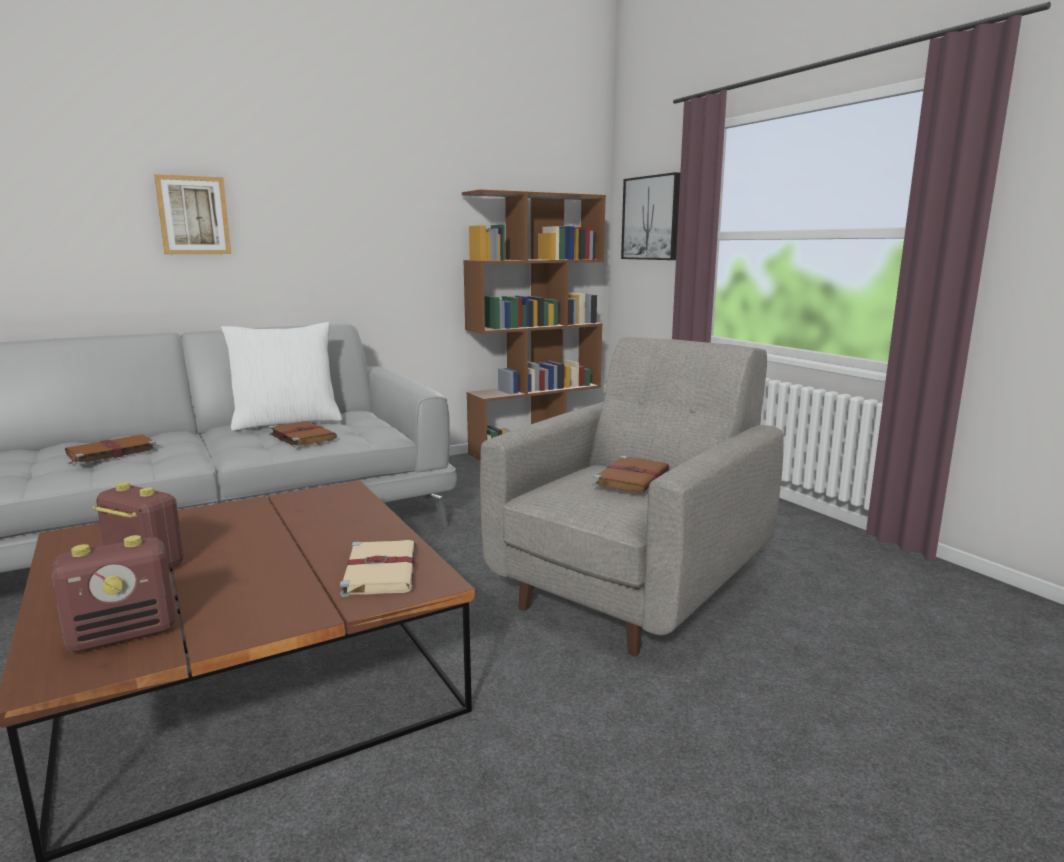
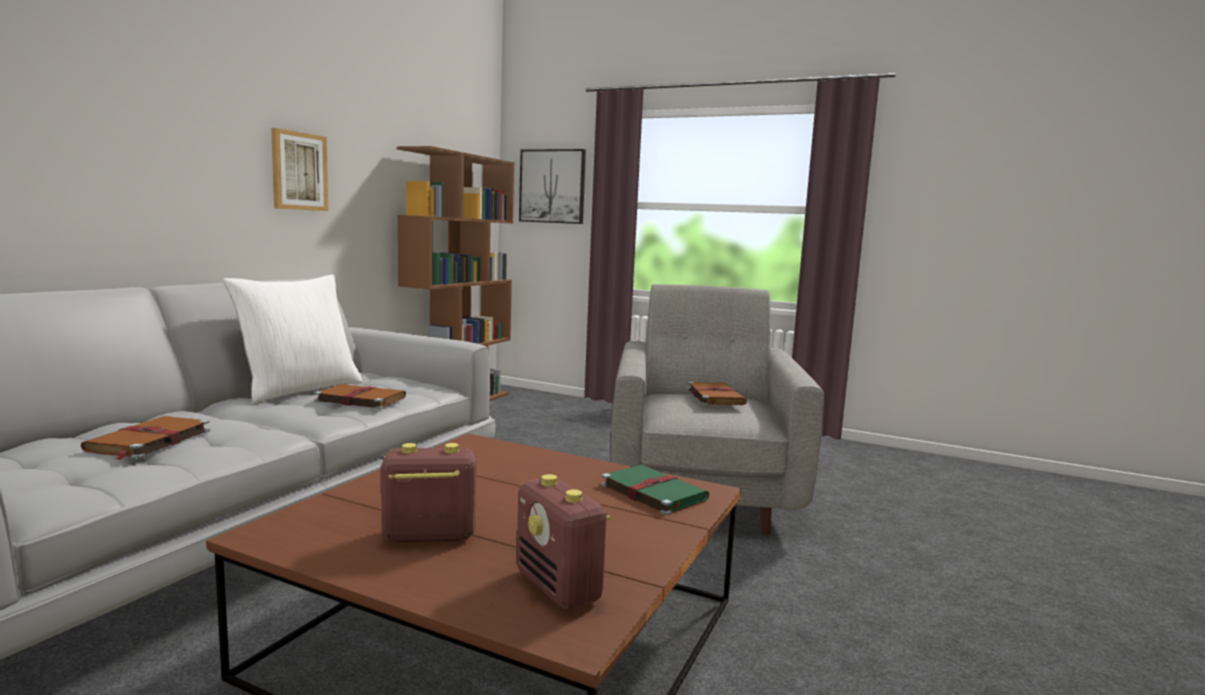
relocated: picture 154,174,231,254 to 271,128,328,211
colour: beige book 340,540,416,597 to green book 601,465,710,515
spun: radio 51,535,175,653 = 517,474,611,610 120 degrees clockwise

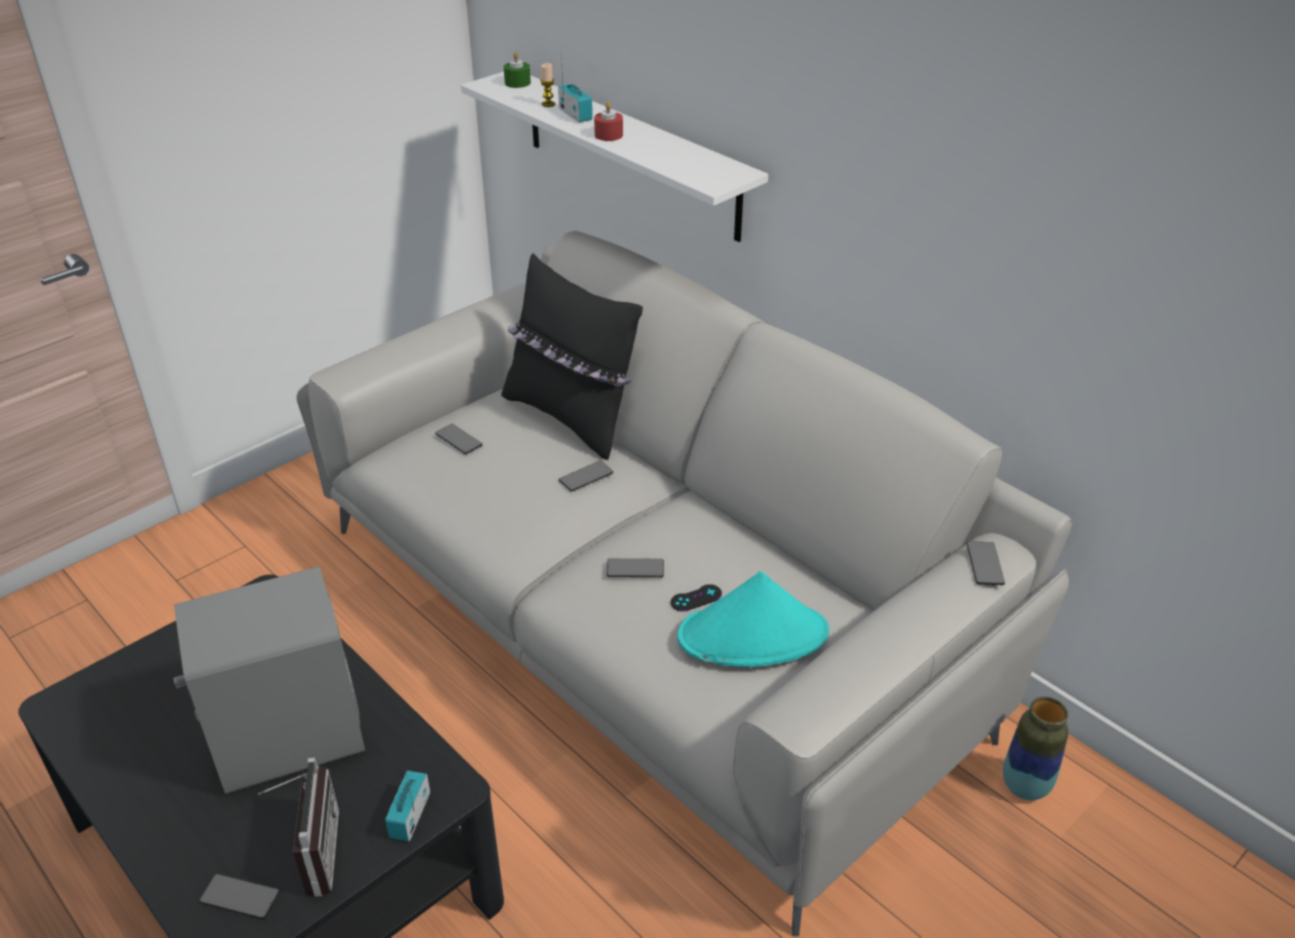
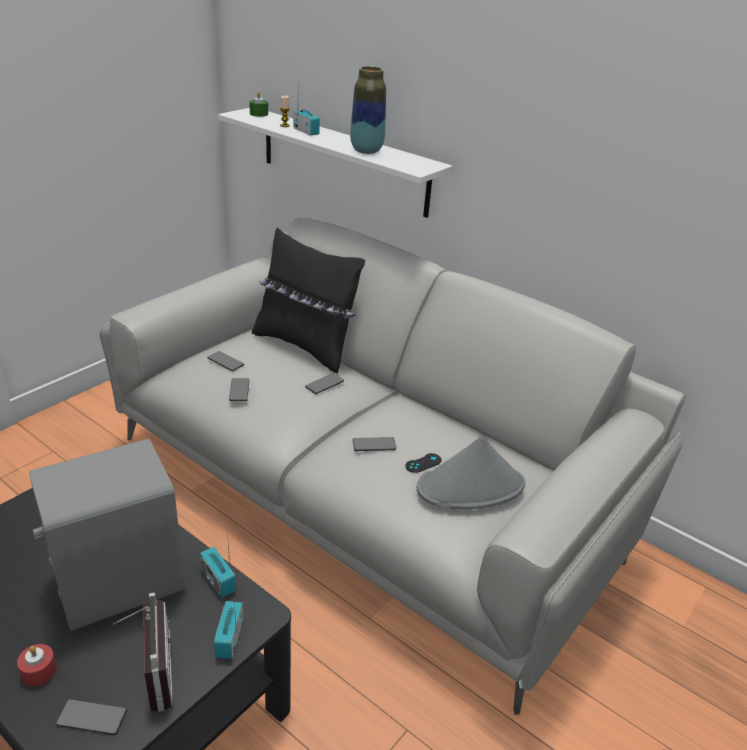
appeared: radio 200,543,236,598
relocated: red candle 594,102,623,141 to 17,644,57,686; phone 967,541,1005,585 to 229,378,249,401; vase 1003,697,1069,800 to 350,66,386,154
colour: turquoise hat 677,571,829,667 to grey hat 417,436,525,509

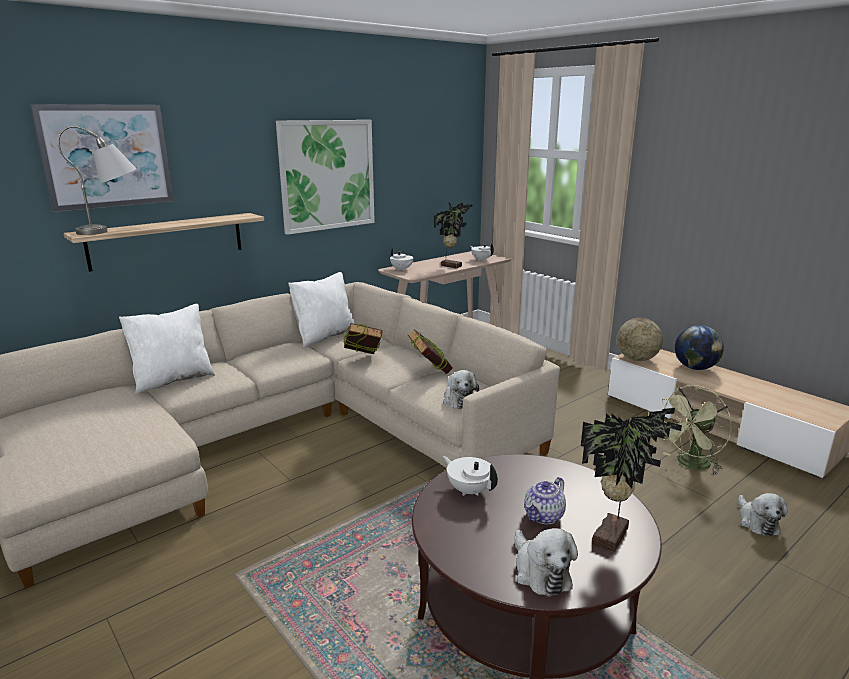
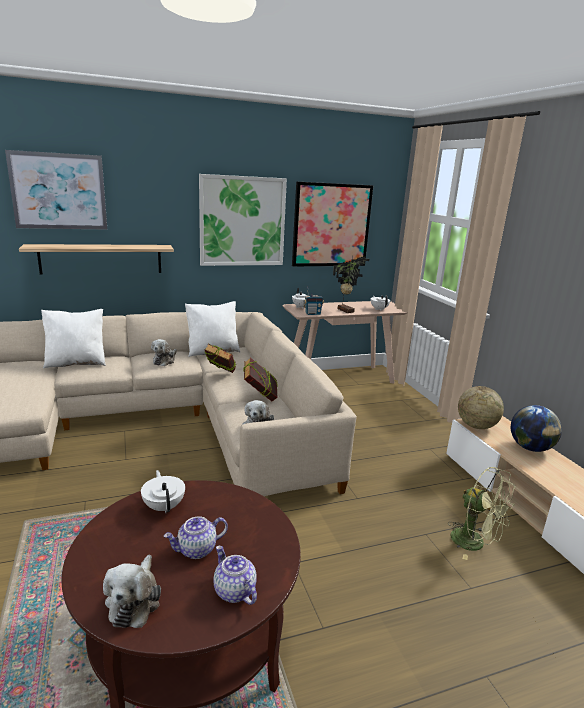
missing: grey table lamp 58,126,137,235
appeared: picture 292,181,373,266; radio 303,287,324,315
relocated: plush toy 738,493,788,536 to 151,339,177,366
exchanged: potted plant 581,408,682,552 to teapot 213,546,257,605
spun: green fan 662,385,732,475 = 448,467,516,560 120 degrees counterclockwise

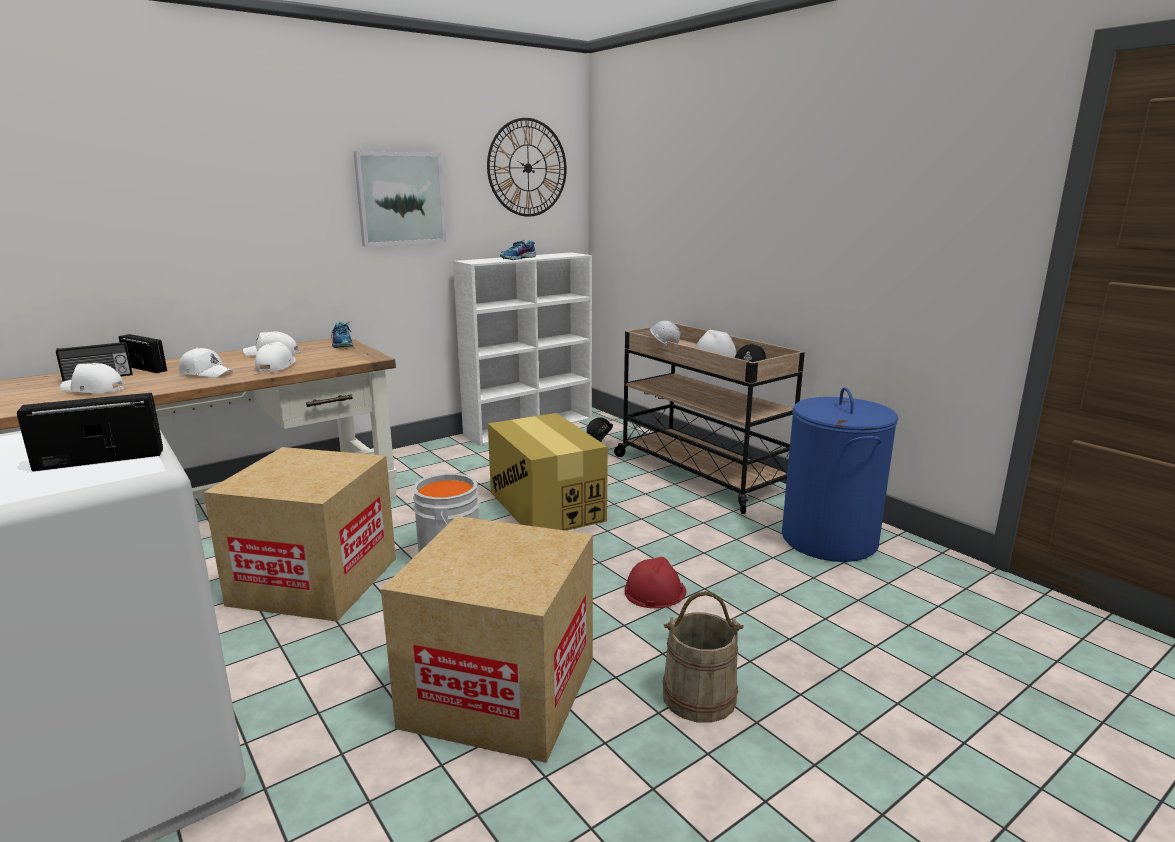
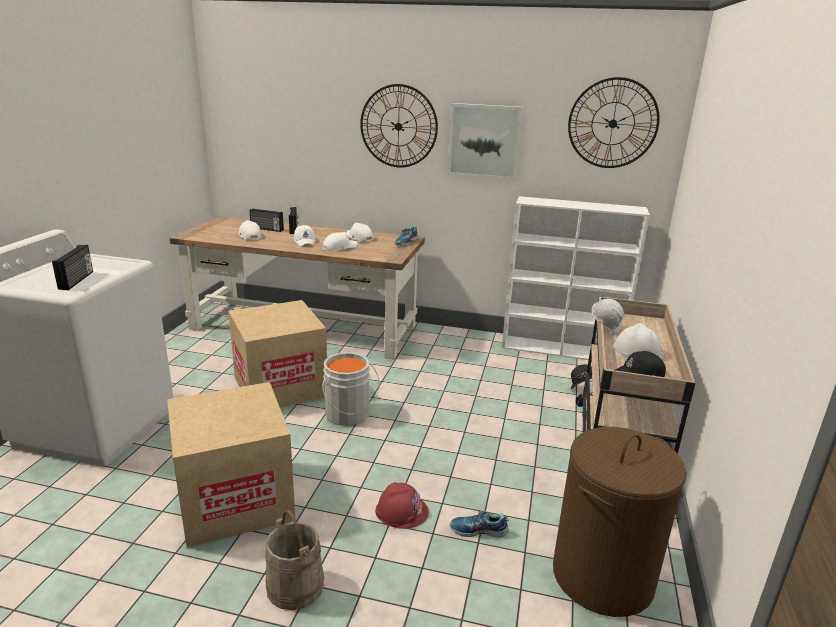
missing: cardboard box 488,413,608,531
appeared: wall clock 360,84,438,168
relocated: shoe 500,240,536,260 to 450,511,509,537
colour: blue laundry basket 782,387,898,562 to brown laundry basket 553,427,687,617
spun: radio 17,393,163,471 = 52,245,93,290 60 degrees clockwise

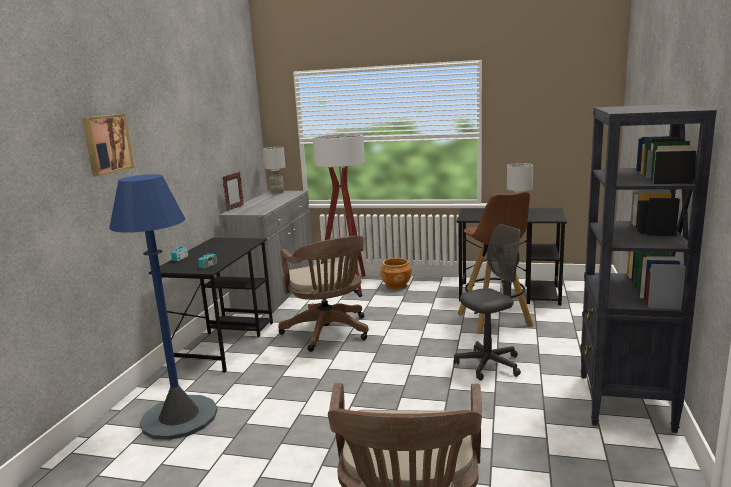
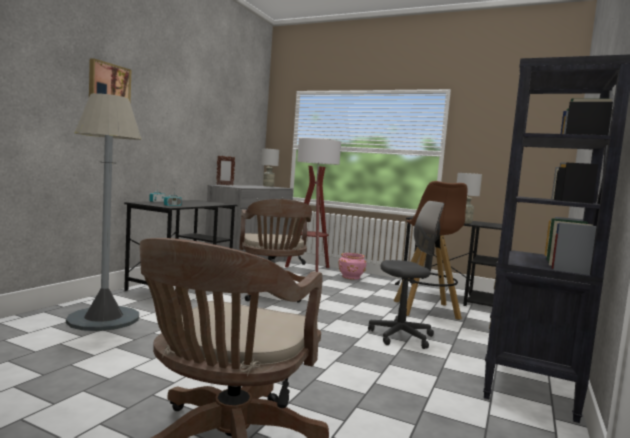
colour: blue floor lamp 109,174,217,440 to grey floor lamp 66,93,142,331; brown planter 380,258,412,290 to pink planter 338,253,366,280

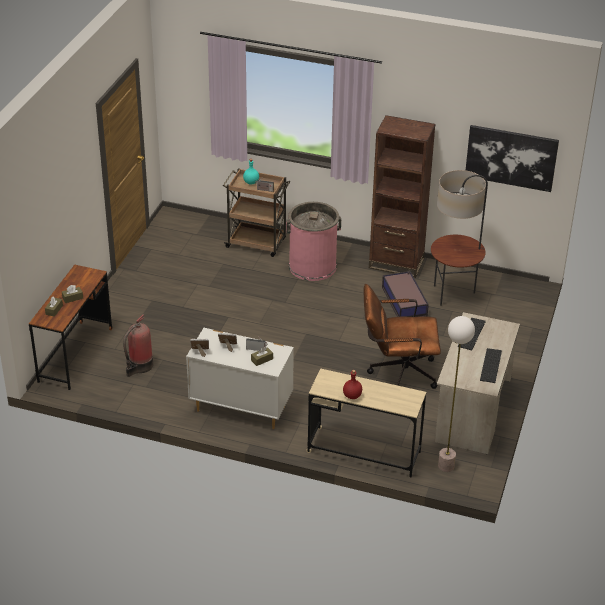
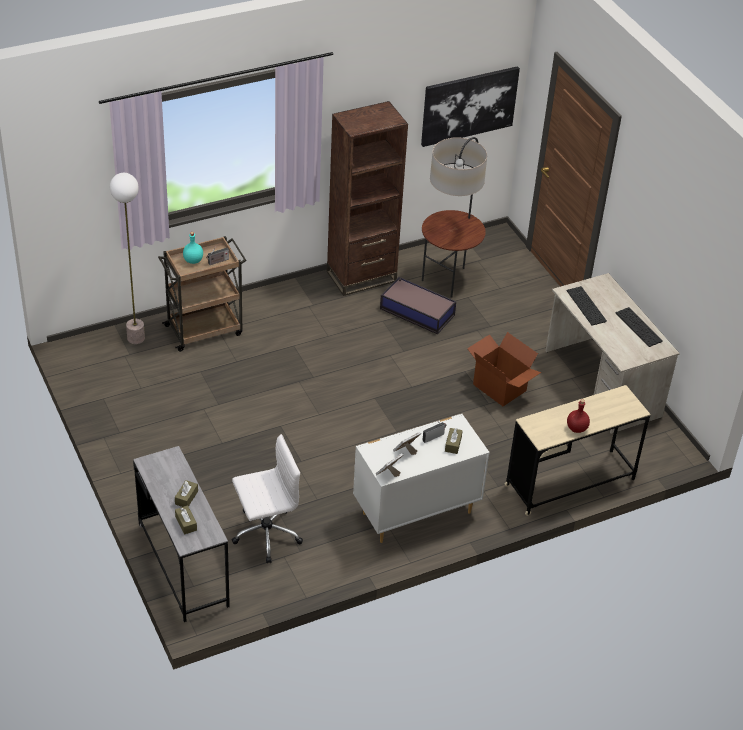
missing: pink trash can 286,202,341,281
relocated: floor lamp 438,316,475,472 to 110,173,145,344
exchanged: fire extinguisher 123,314,153,377 to white office chair 232,434,303,563; brown office chair 364,284,441,389 to cardboard box 467,332,541,406
colour: brown desk 29,265,113,390 to grey desk 133,446,230,622

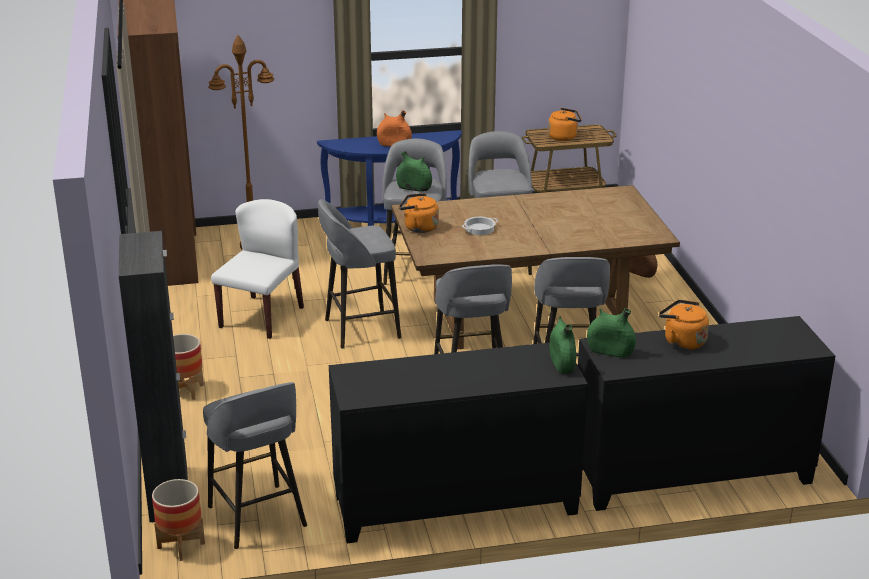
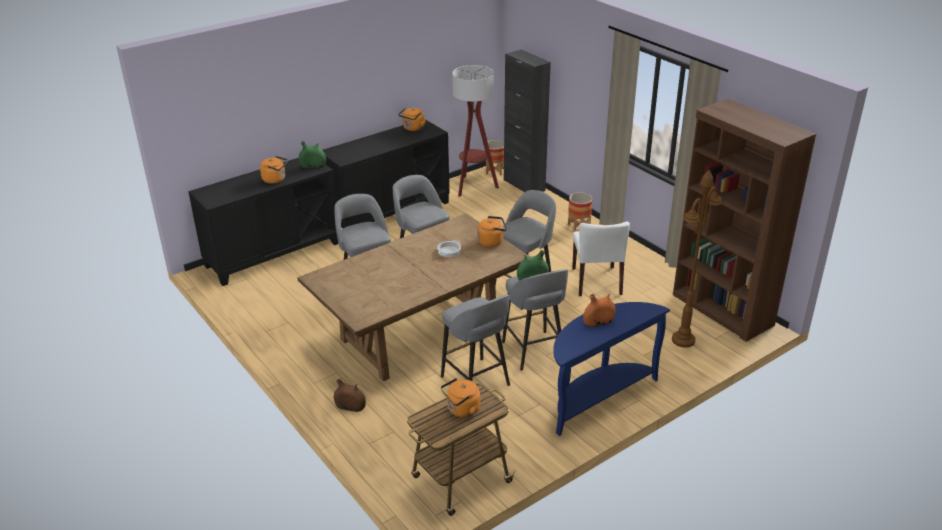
missing: green vase 549,316,576,374
appeared: orange kettle 398,108,426,131
exchanged: grey stool 203,382,307,549 to floor lamp 452,65,499,197

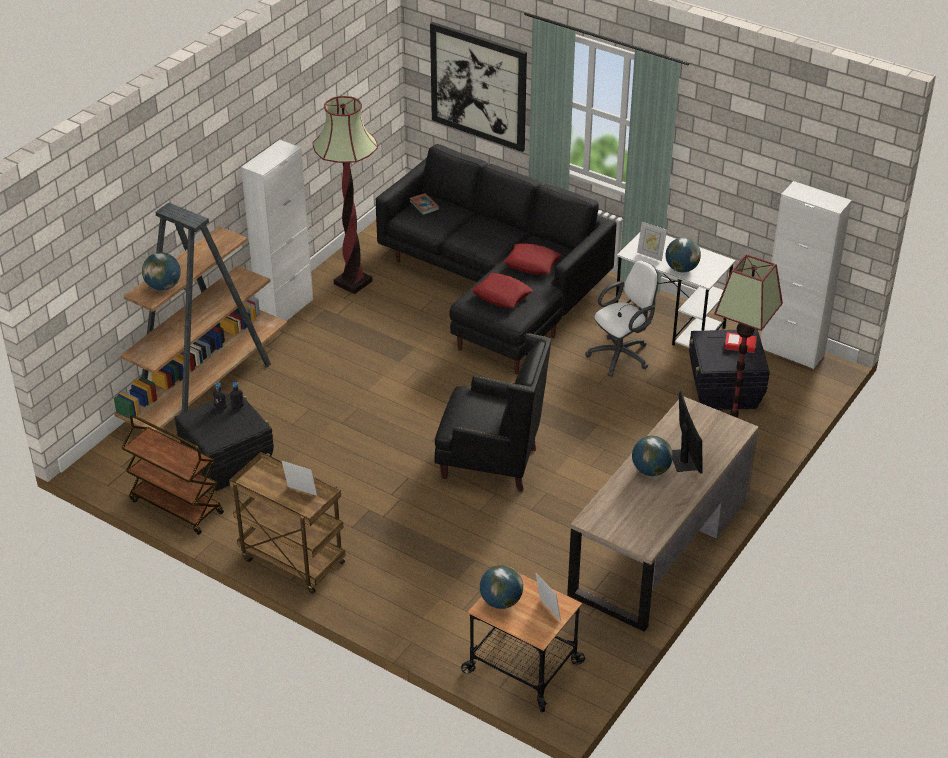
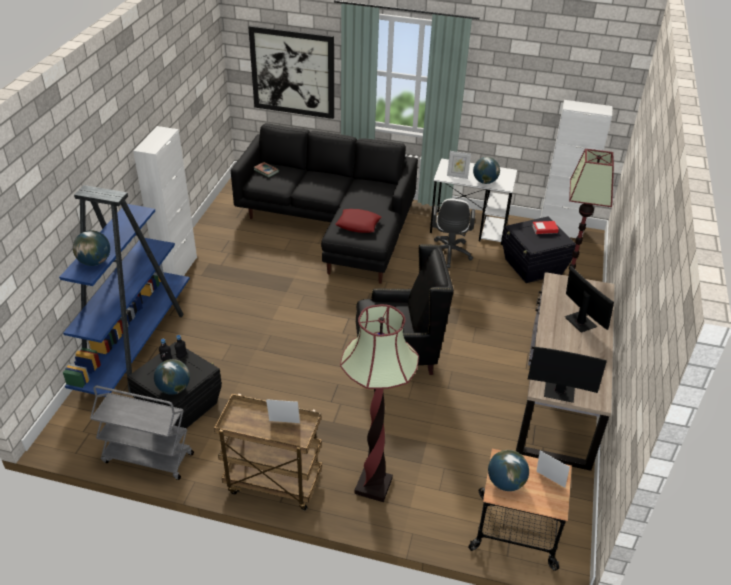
missing: red pillow 503,243,562,274
appeared: monitor 528,347,607,403
relocated: floor lamp 312,96,378,294 to 340,304,419,502; globe 632,435,673,476 to 154,359,190,395
colour: brown bookcase 114,203,288,432 to blue bookcase 59,185,190,397; brown cart 122,415,224,535 to grey cart 90,386,194,480
spun: white office chair 585,261,658,377 = 432,199,475,268 150 degrees clockwise

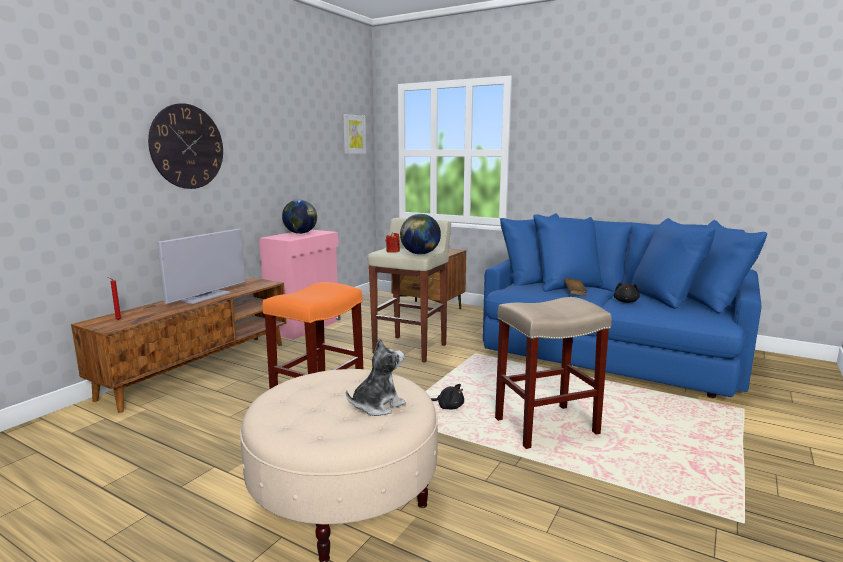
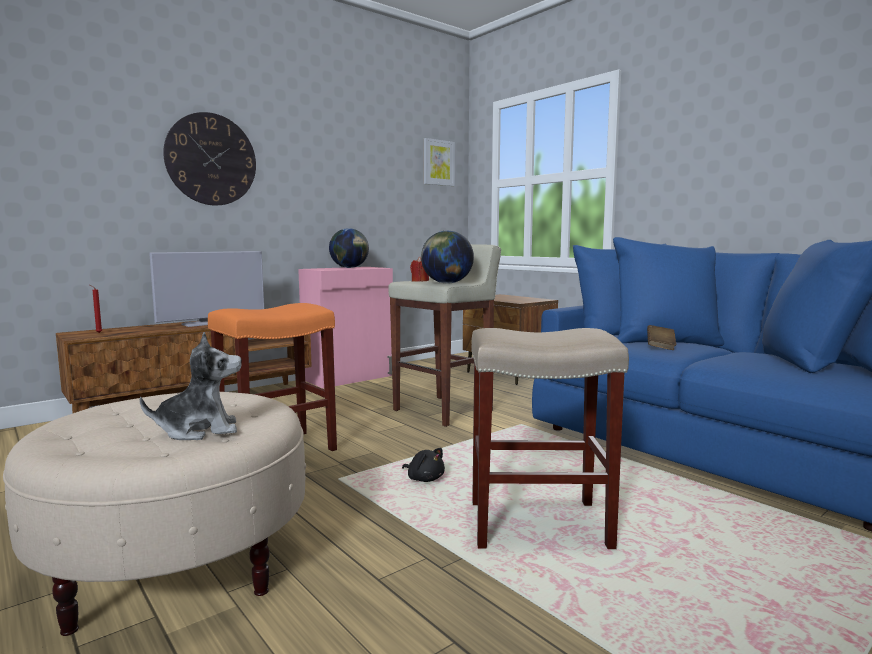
missing: black plush toy 614,282,640,303

